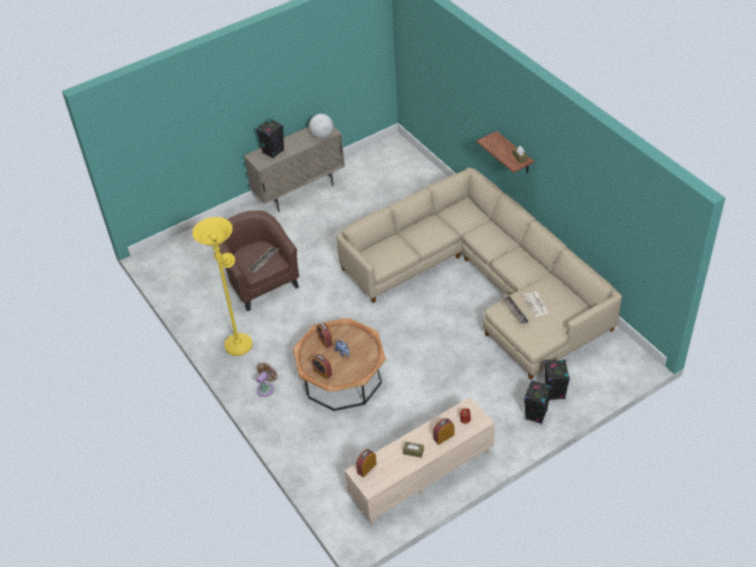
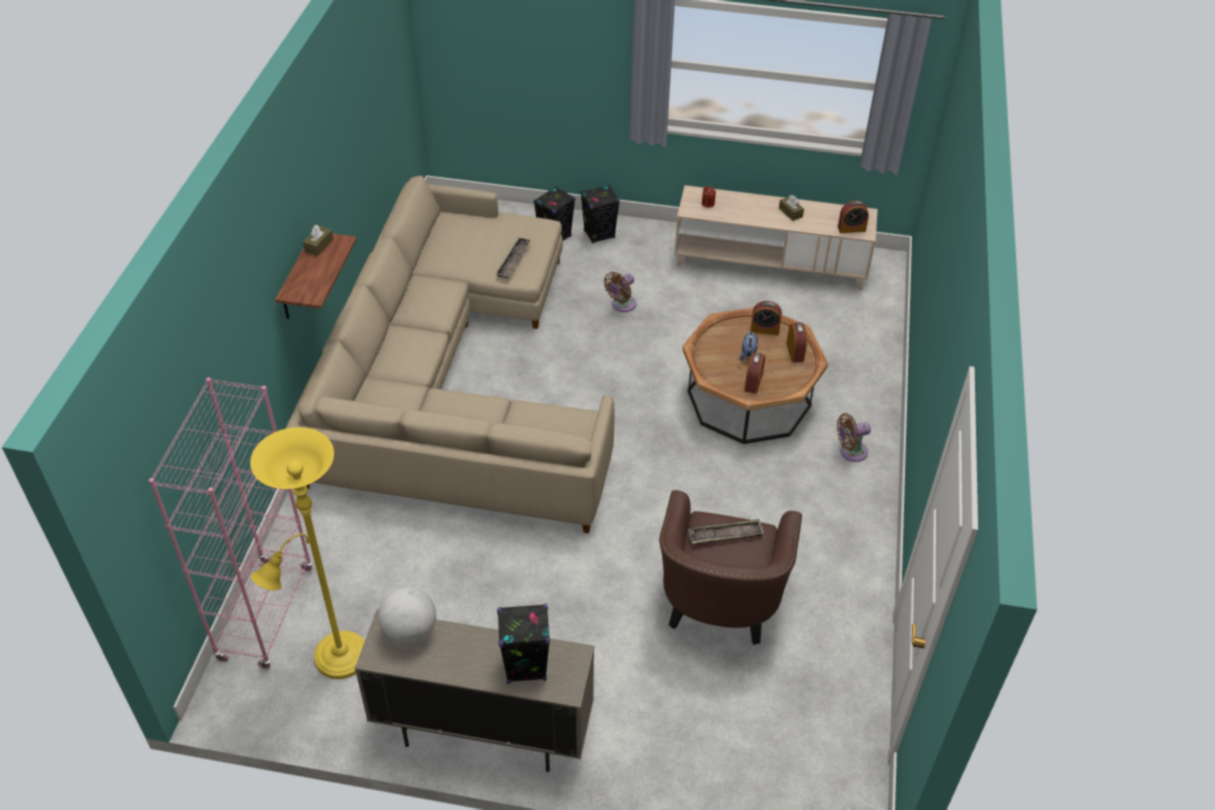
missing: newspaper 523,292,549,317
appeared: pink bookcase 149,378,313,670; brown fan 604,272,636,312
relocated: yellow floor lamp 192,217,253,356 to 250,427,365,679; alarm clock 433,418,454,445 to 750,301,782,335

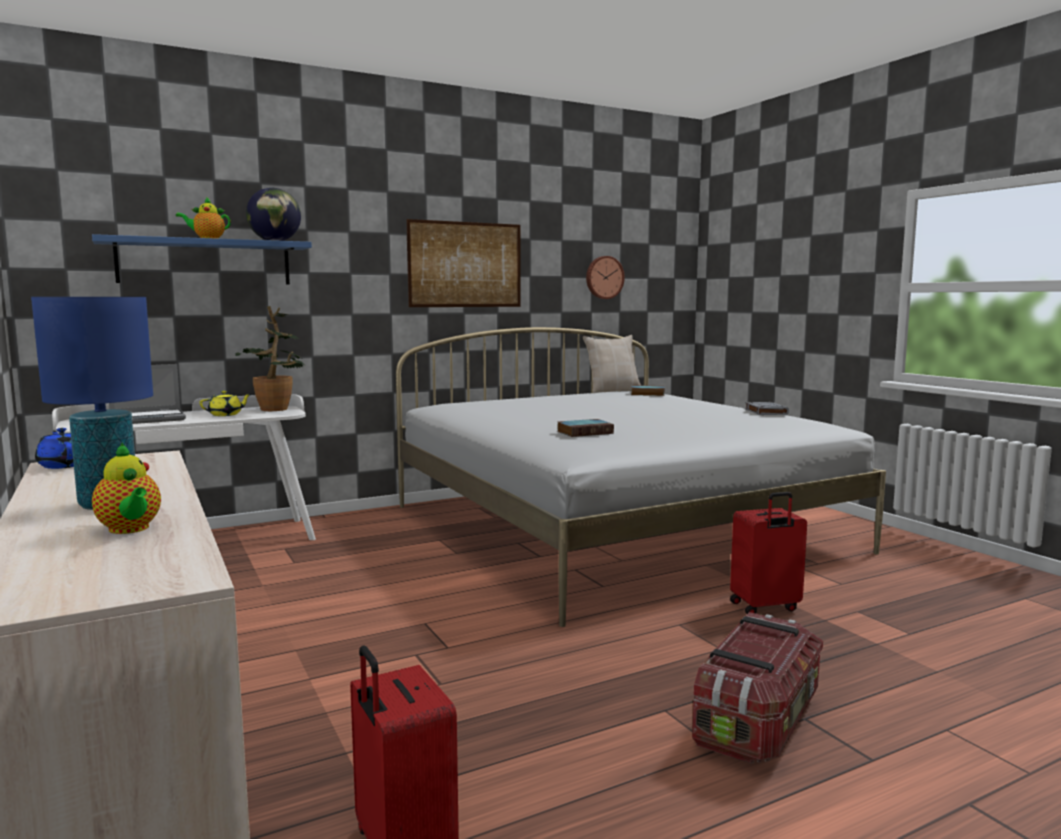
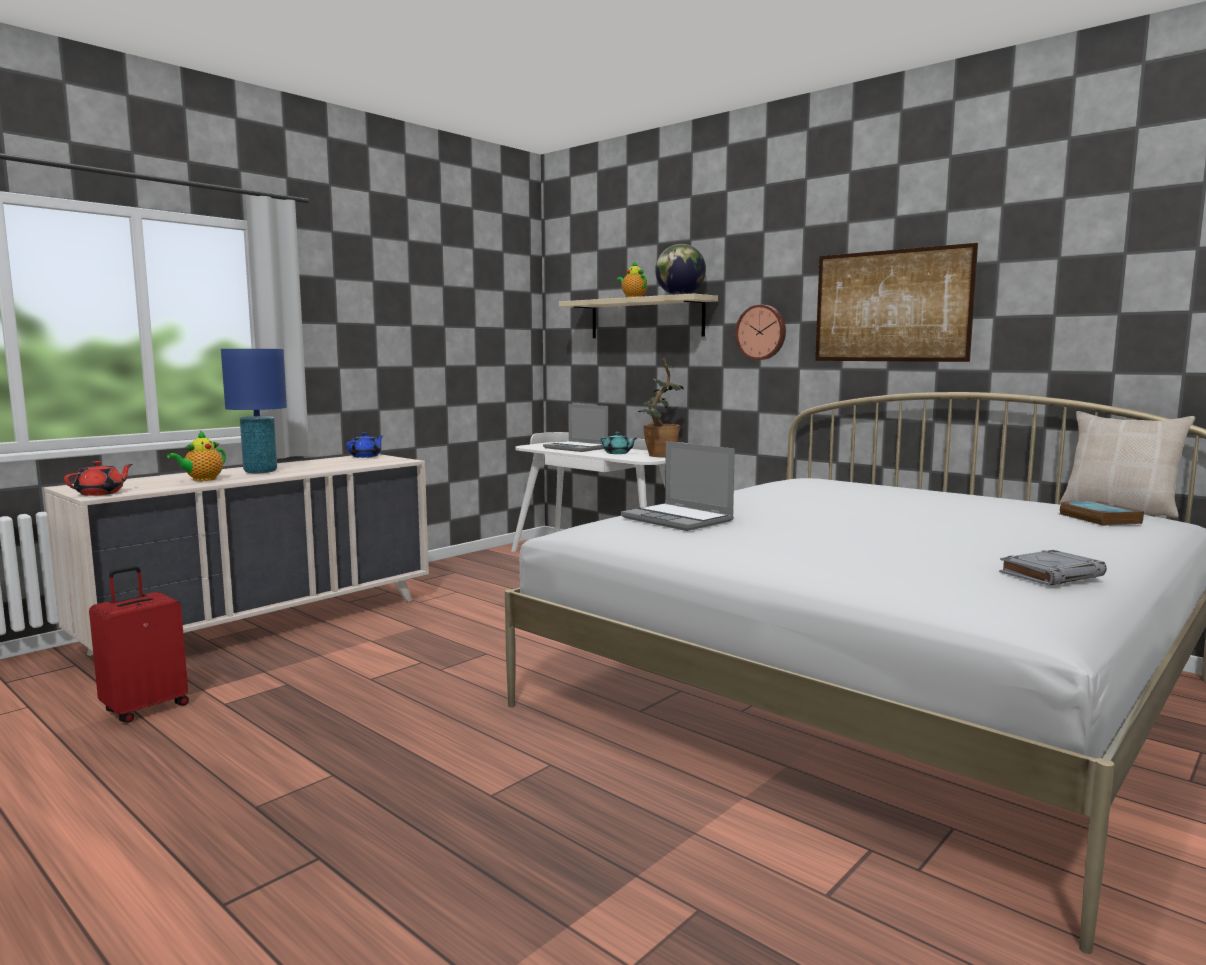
missing: storage box 692,612,823,763; red suitcase 730,492,807,614
appeared: red teapot 64,461,133,496
relocated: wall clock 586,256,625,299 to 735,305,786,360
exchanged: book 557,419,614,437 to laptop 621,441,735,531
colour: blue shelf 92,234,312,284 to beige shelf 559,294,718,338; yellow teapot 199,391,251,416 to turquoise teapot 600,432,637,454

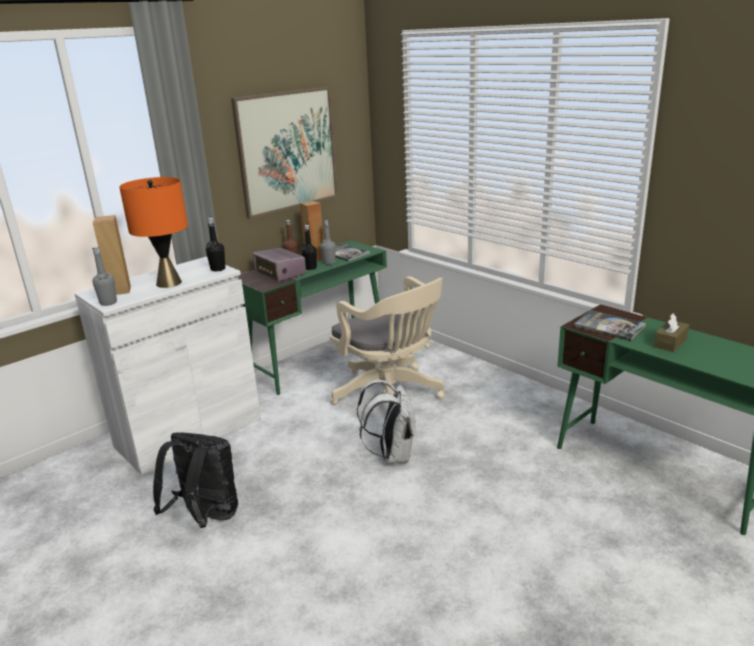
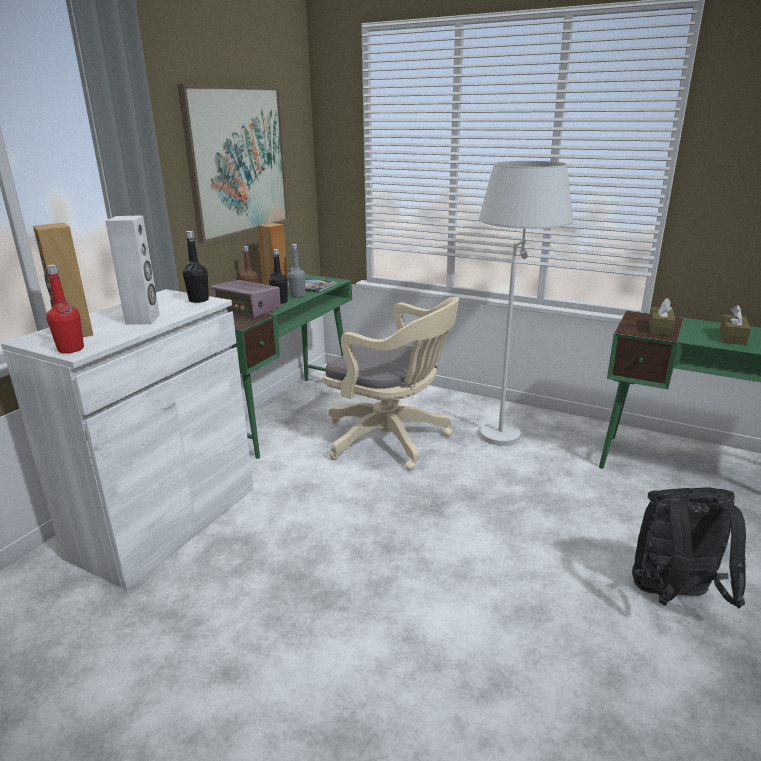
missing: white backpack 357,380,416,464
appeared: white floor lamp 479,161,573,446
relocated: black backpack 153,432,238,528 to 632,487,746,609
exchanged: orange table lamp 119,177,188,288 to white speaker 105,215,160,325; book 574,310,646,341 to brown tissue box 649,298,675,336
colour: grey bottle 92,247,117,306 to red bottle 46,264,84,353

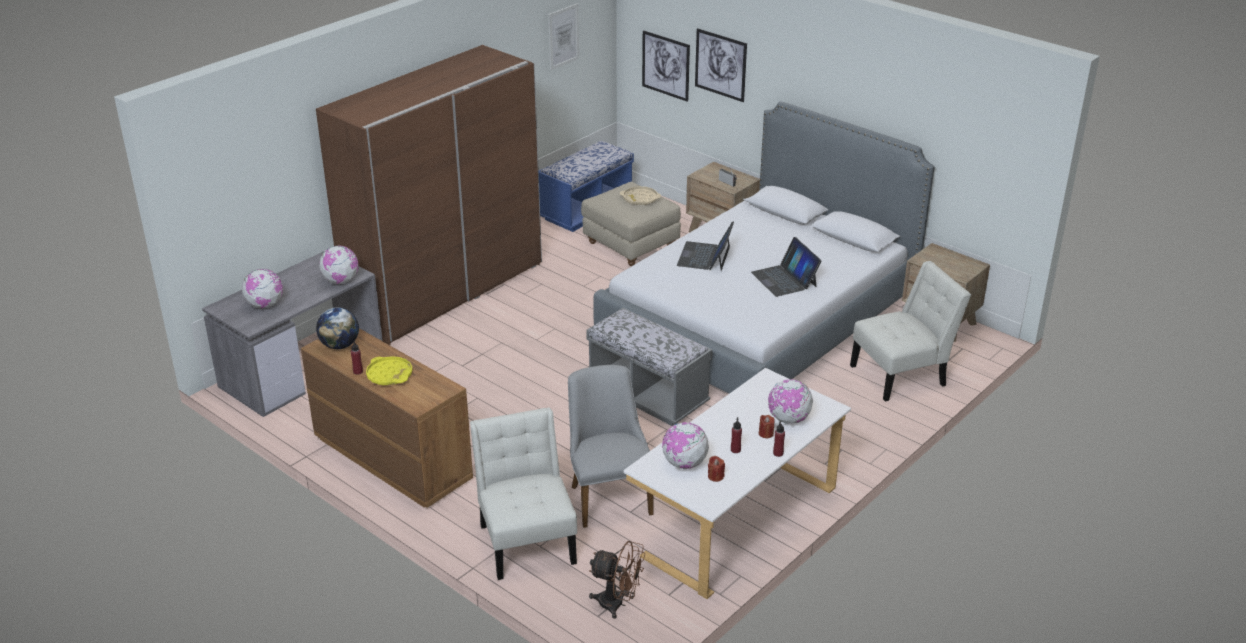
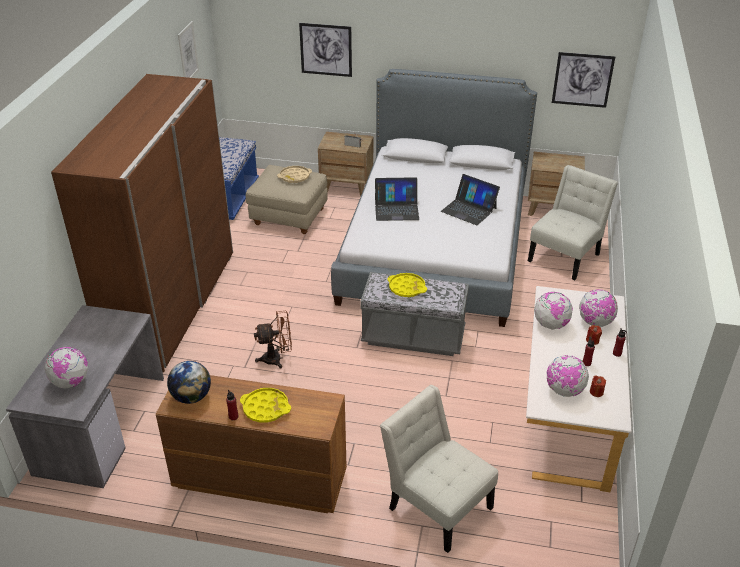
missing: grey chair 568,365,653,528
appeared: yellow tray 387,273,427,297
relocated: globe 319,246,358,284 to 534,292,573,330; brown fan 589,541,645,619 to 254,311,292,369; picture 642,30,690,102 to 552,52,615,108
spun: laptop 677,221,734,271 = 375,177,419,221 75 degrees counterclockwise

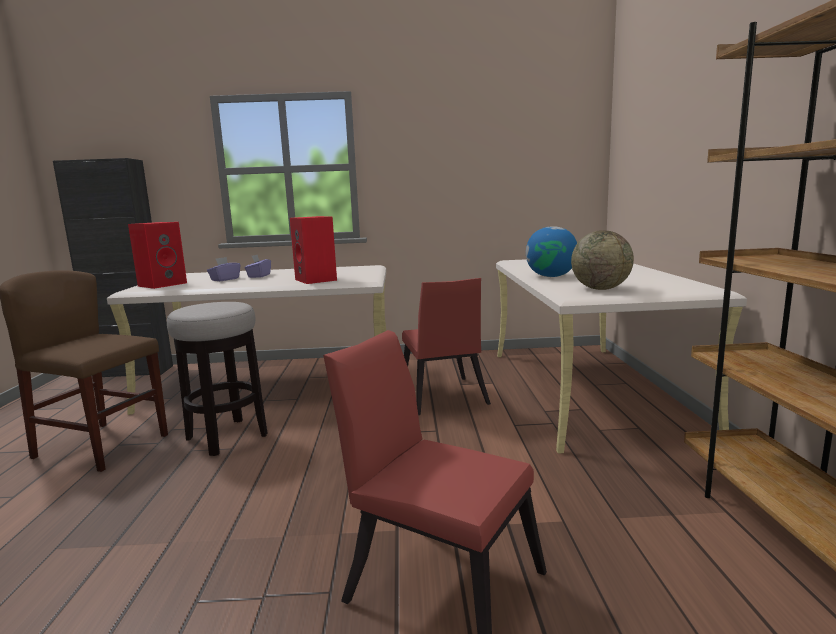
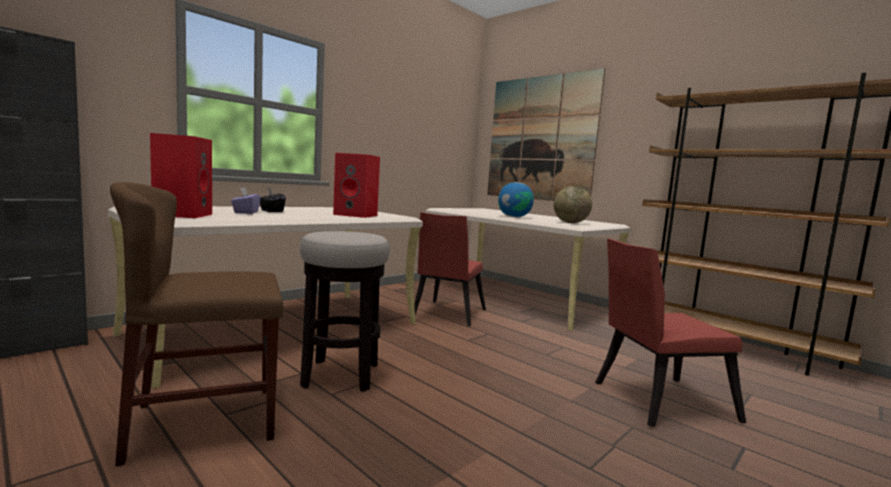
appeared: picture 487,68,605,201
colour: purple tissue box 245,255,271,278 to black tissue box 260,187,286,212
spun: red chair 402,278,491,415 = 414,212,486,326 75 degrees clockwise

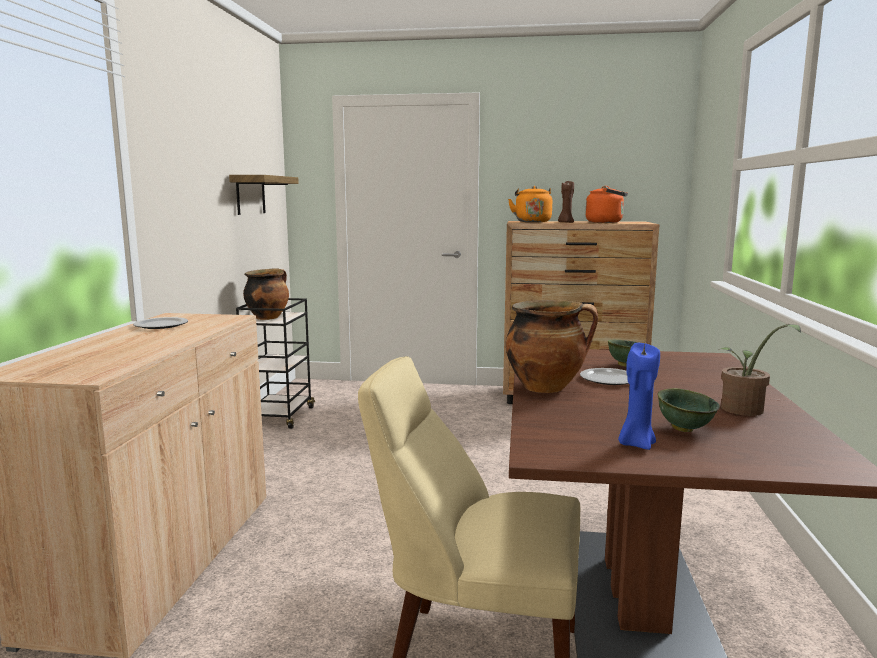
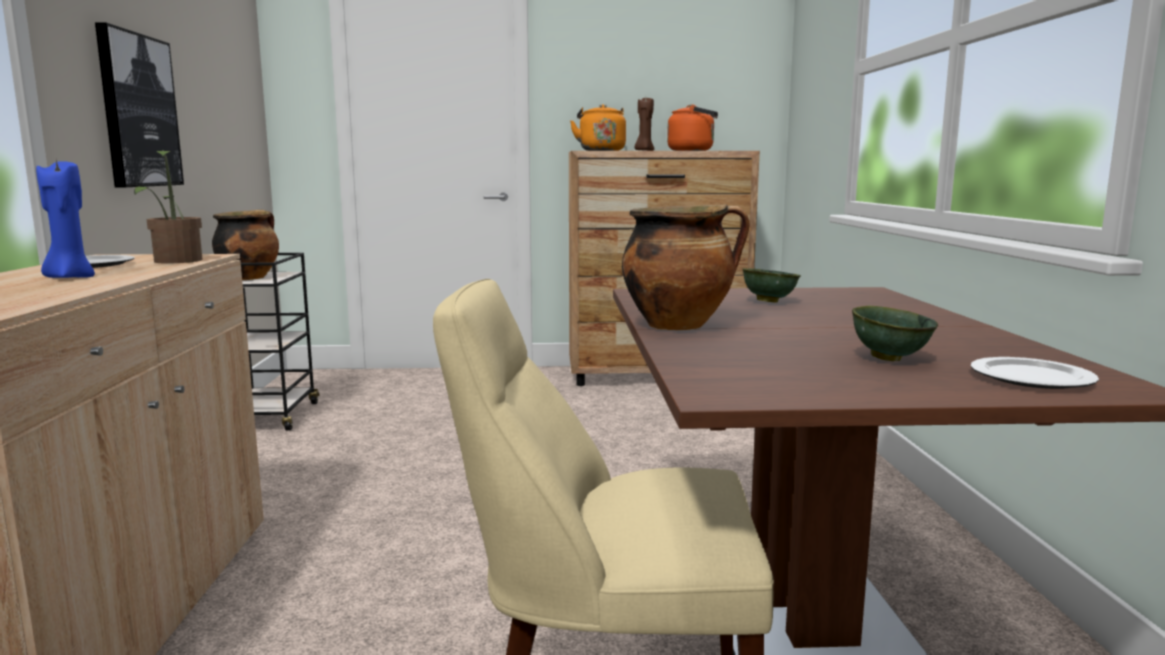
missing: shelf 229,175,299,215
appeared: picture 95,22,184,187
relocated: plate 580,368,629,385 to 971,357,1099,389; blue candle 618,343,660,450 to 36,160,95,278; potted plant 718,324,801,416 to 134,151,203,264

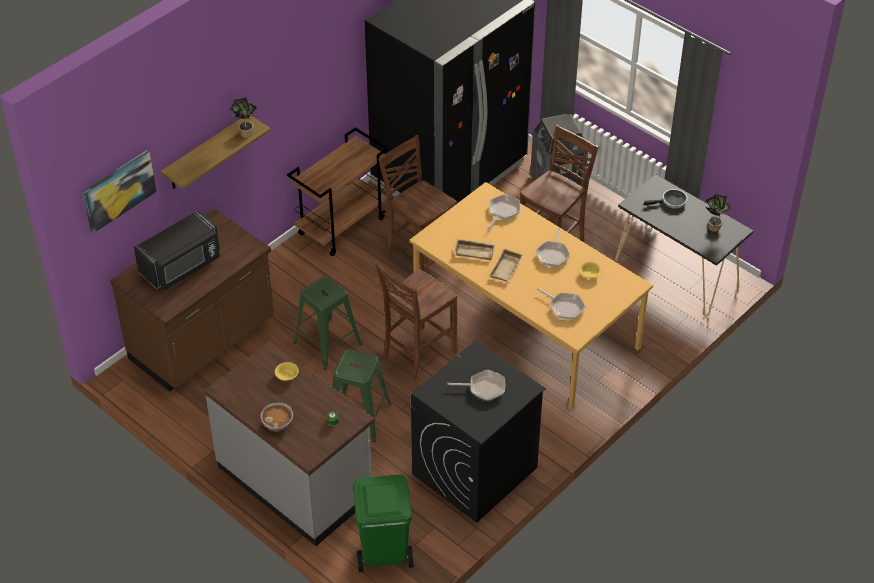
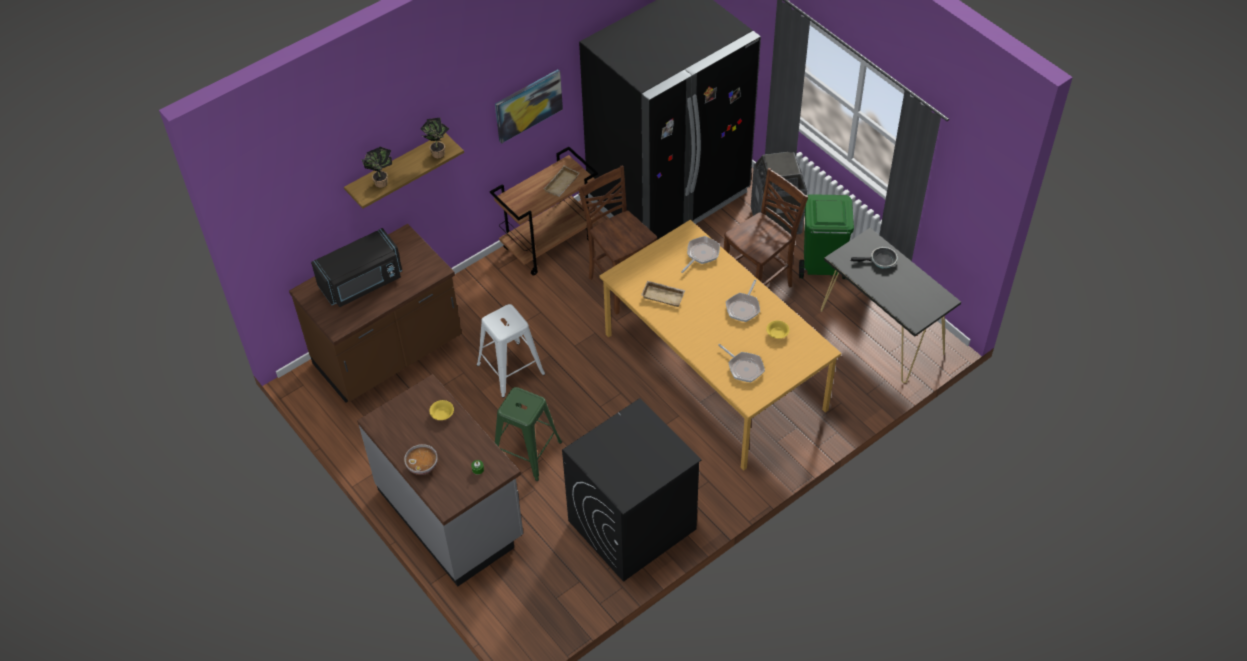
missing: brown chair 374,261,458,381; frying pan 447,370,505,401
relocated: picture 82,150,157,234 to 495,70,563,143; green trash can 353,475,413,572 to 799,194,854,279; beige tray 490,249,523,282 to 544,165,580,197; potted plant 704,194,732,232 to 361,146,392,188
colour: green stool 293,276,362,370 to white stool 477,304,545,398

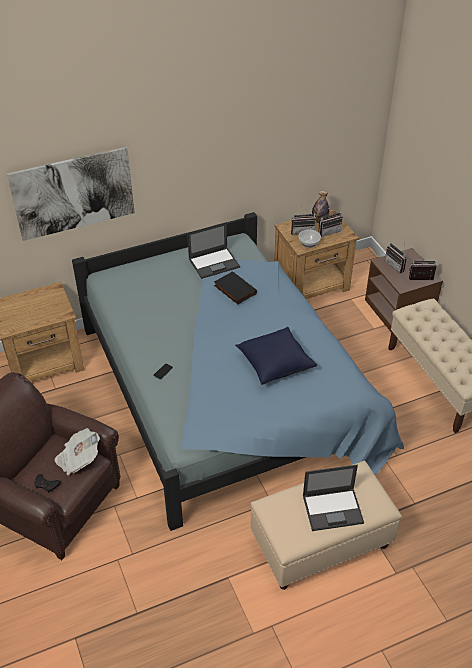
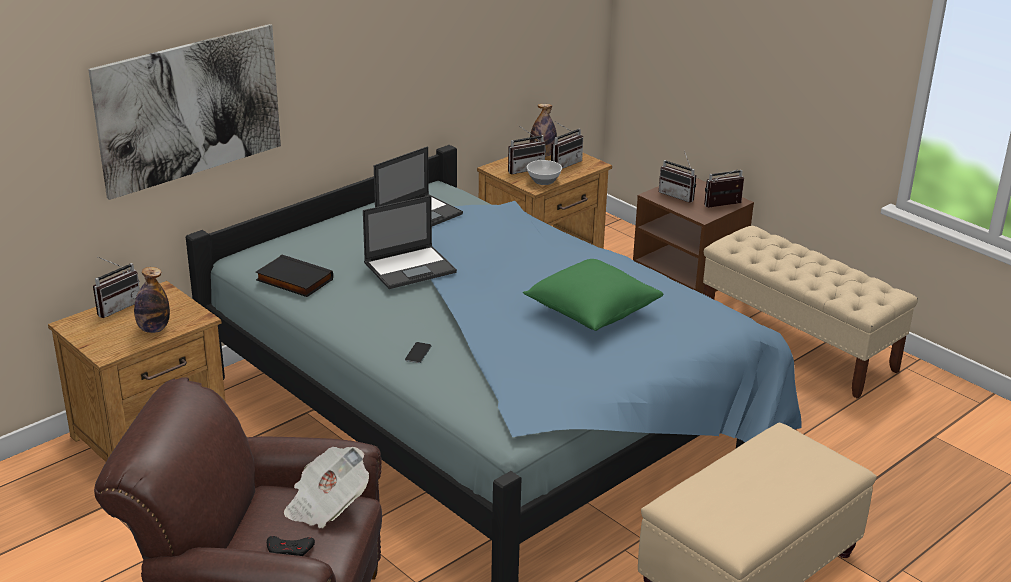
appeared: radio 93,257,140,318; bottle 134,267,170,333
relocated: black book 214,271,257,304 to 256,255,333,297; laptop 303,465,364,531 to 363,195,457,289
colour: blue pillow 235,327,317,385 to green pillow 523,259,663,331

